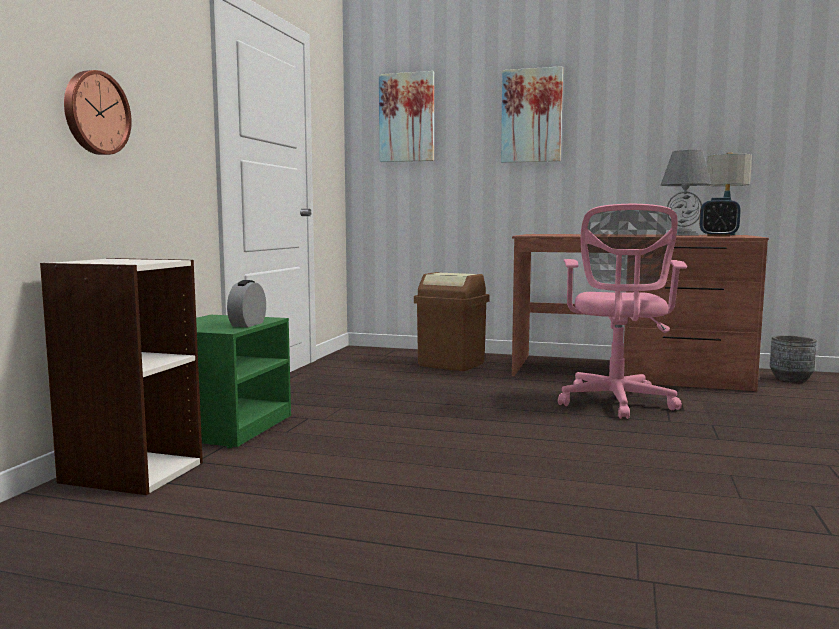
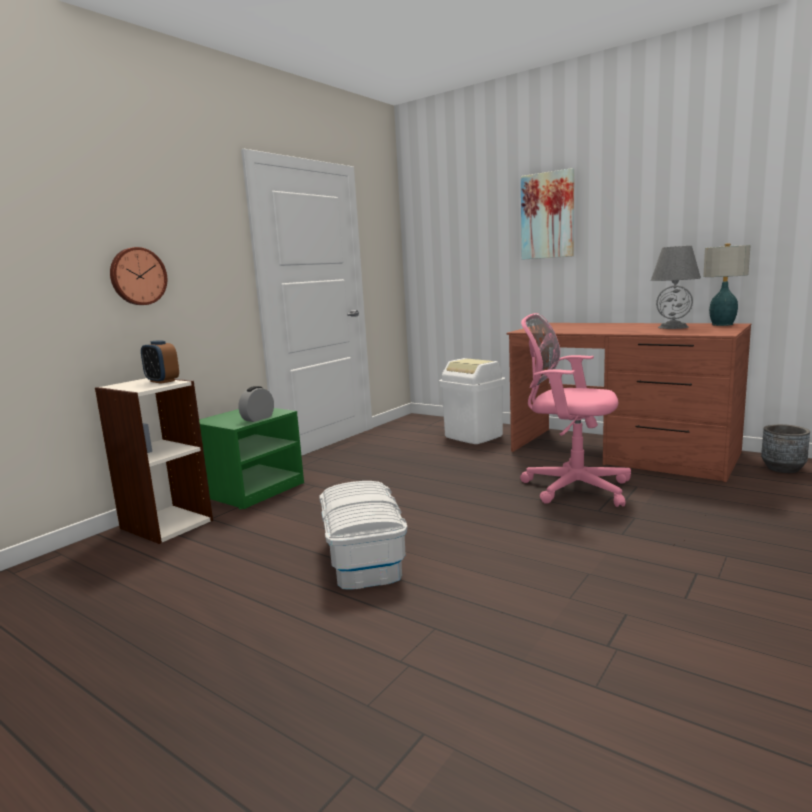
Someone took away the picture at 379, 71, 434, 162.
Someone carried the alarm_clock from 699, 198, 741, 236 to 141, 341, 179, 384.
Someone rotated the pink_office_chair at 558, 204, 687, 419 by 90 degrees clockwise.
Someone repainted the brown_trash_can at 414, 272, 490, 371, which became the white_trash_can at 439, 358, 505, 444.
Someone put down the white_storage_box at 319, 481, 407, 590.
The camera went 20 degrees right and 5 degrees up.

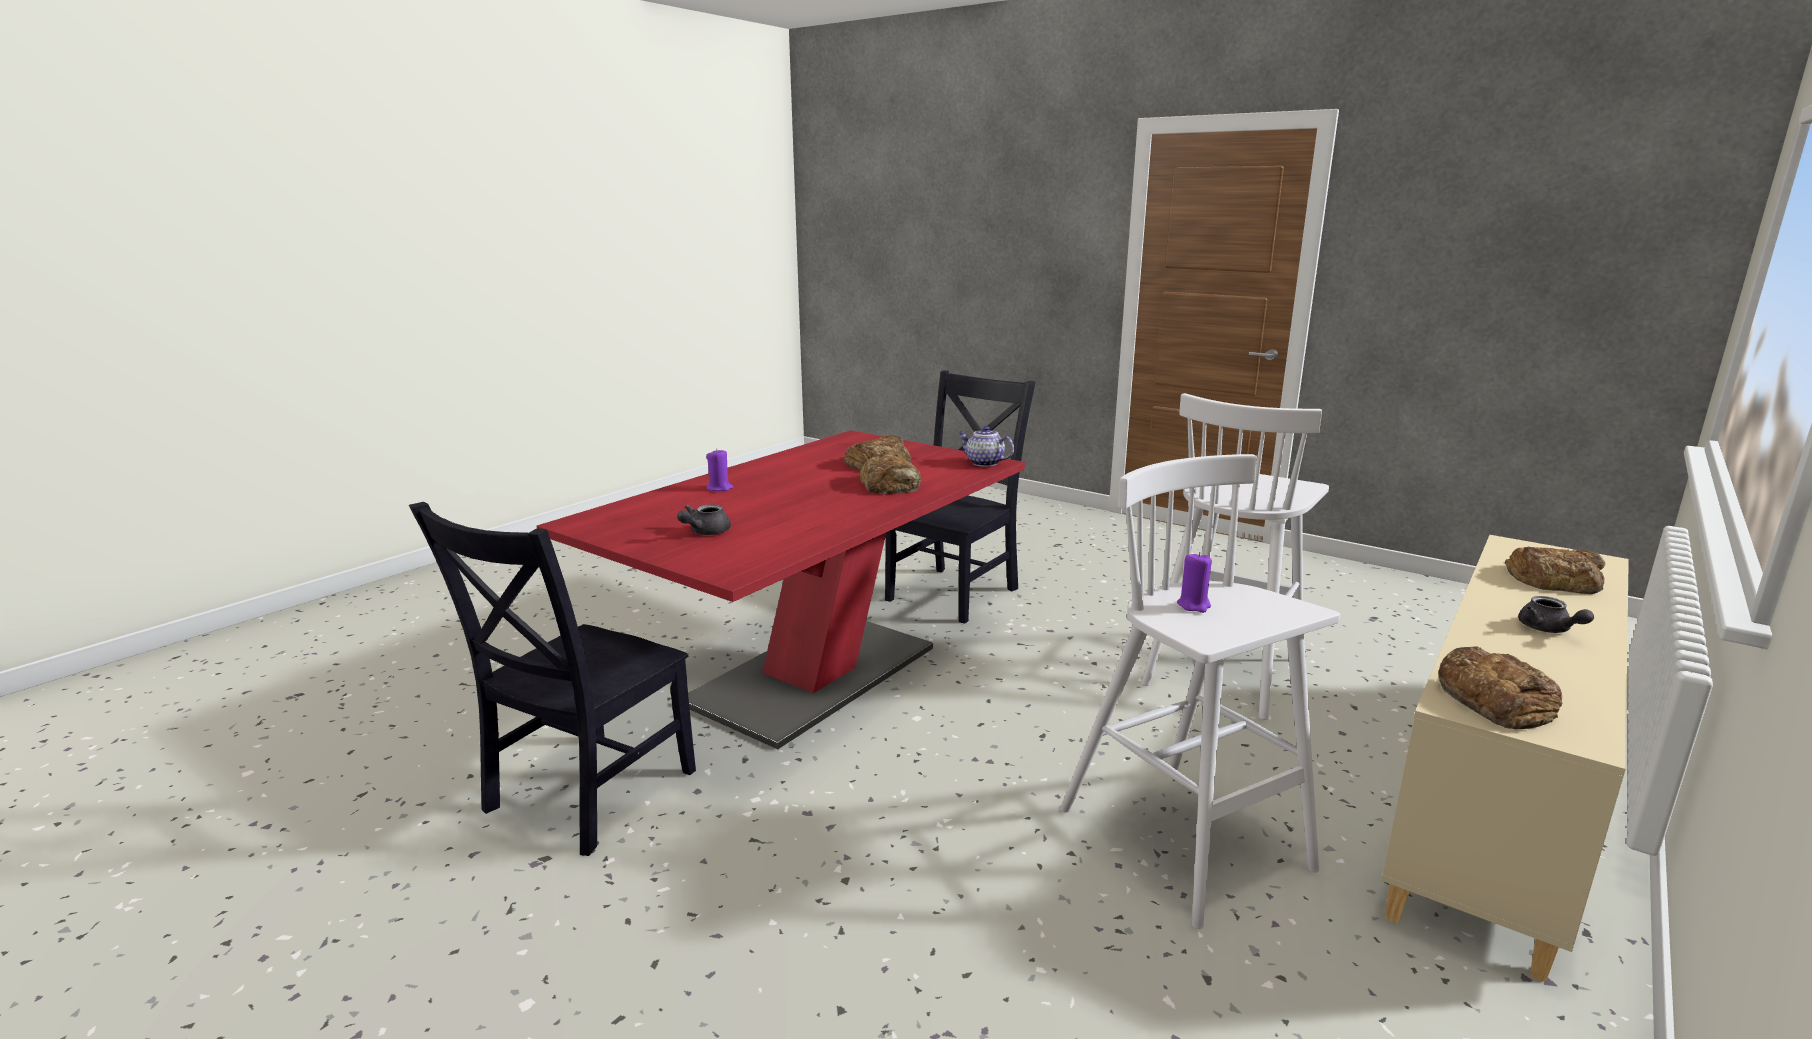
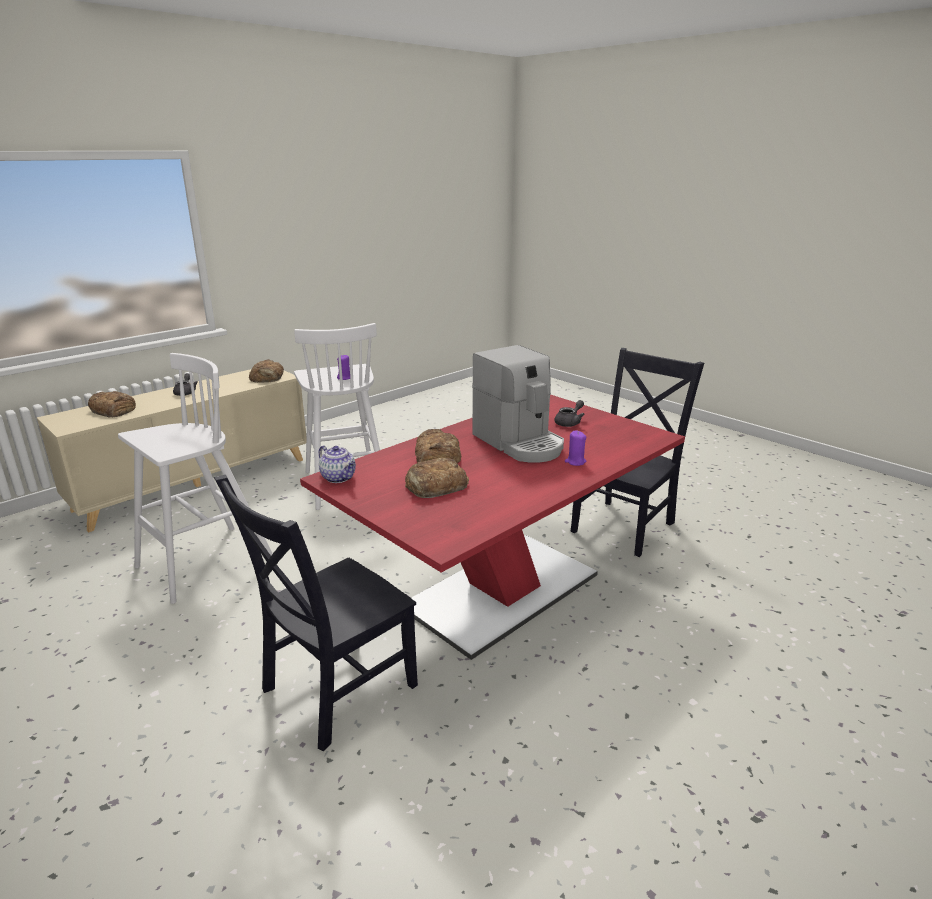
Someone put down the coffee_machine at 472, 345, 564, 463.
The camera went 170 degrees left and 5 degrees up.

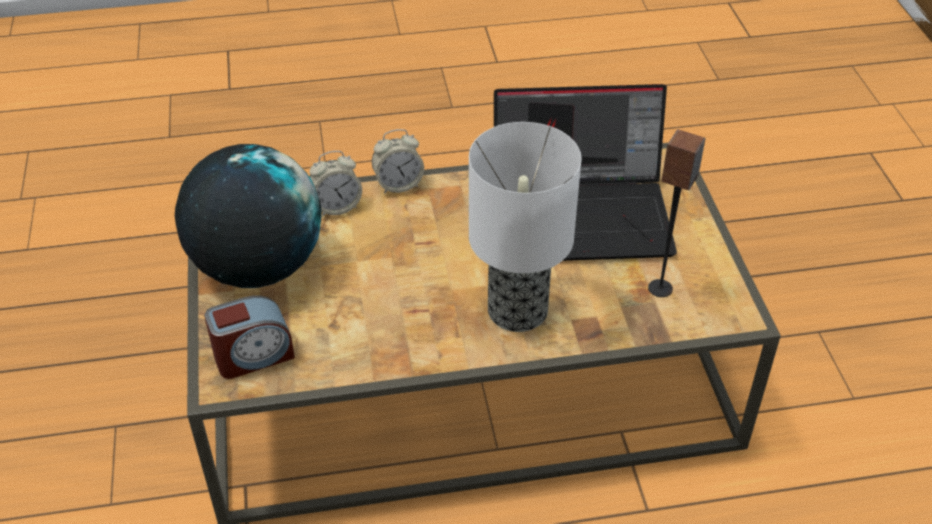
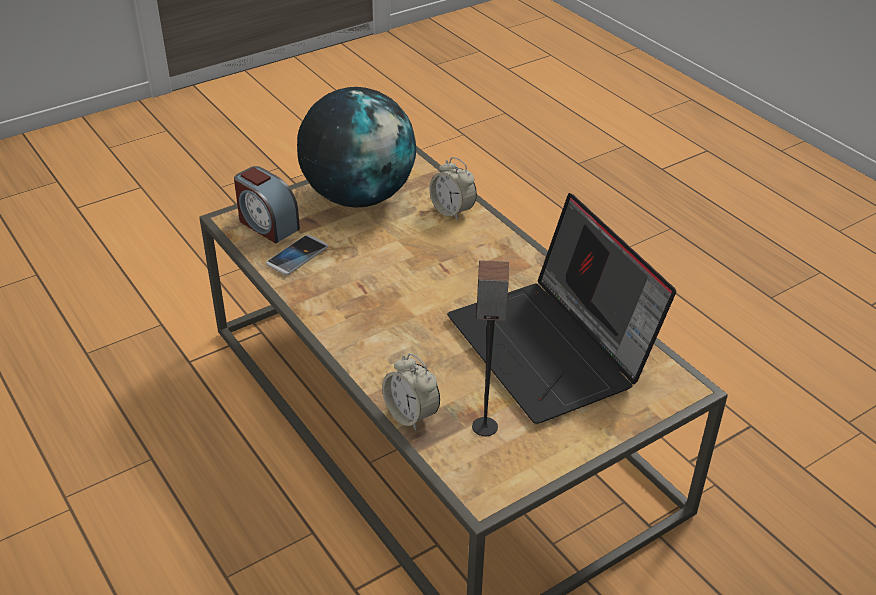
Someone took away the table_lamp at 469, 122, 581, 332.
Someone carried the alarm_clock from 372, 129, 424, 194 to 382, 353, 440, 431.
Someone put down the phone at 266, 235, 328, 275.
The camera went 65 degrees right and 5 degrees down.

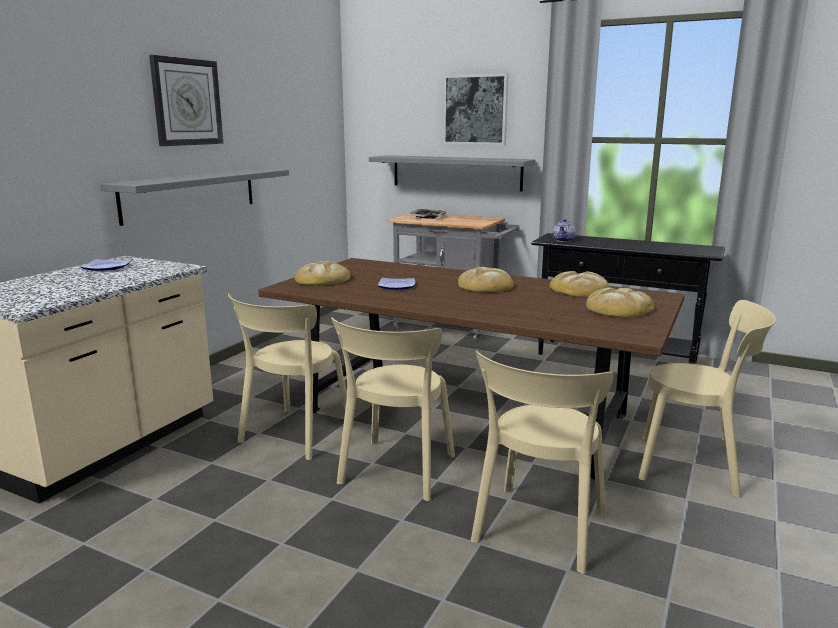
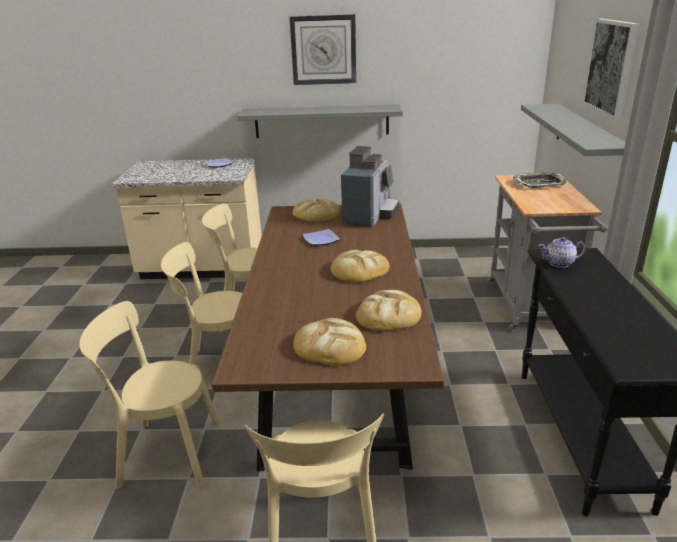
Someone put down the coffee_machine at 341, 146, 399, 227.
The camera went 65 degrees right and 10 degrees up.

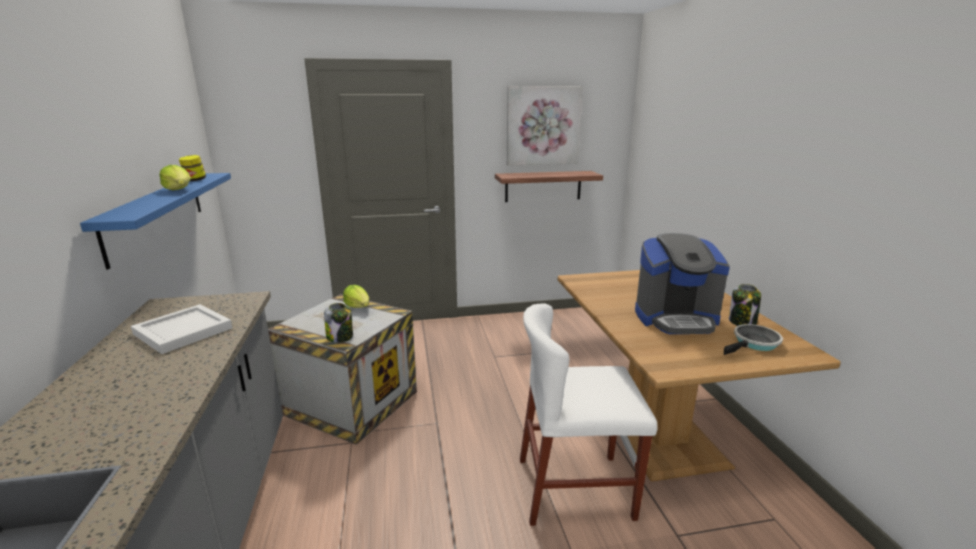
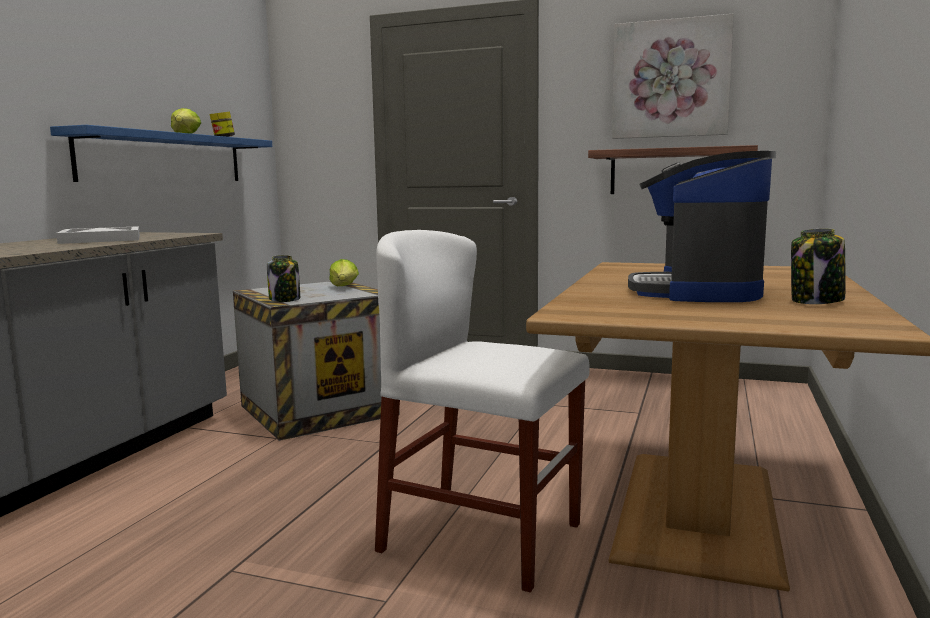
Someone rotated the coffee_machine at 635, 233, 730, 334 by 75 degrees clockwise.
Someone took away the frying_pan at 724, 324, 783, 355.
The camera went 30 degrees right and 10 degrees down.

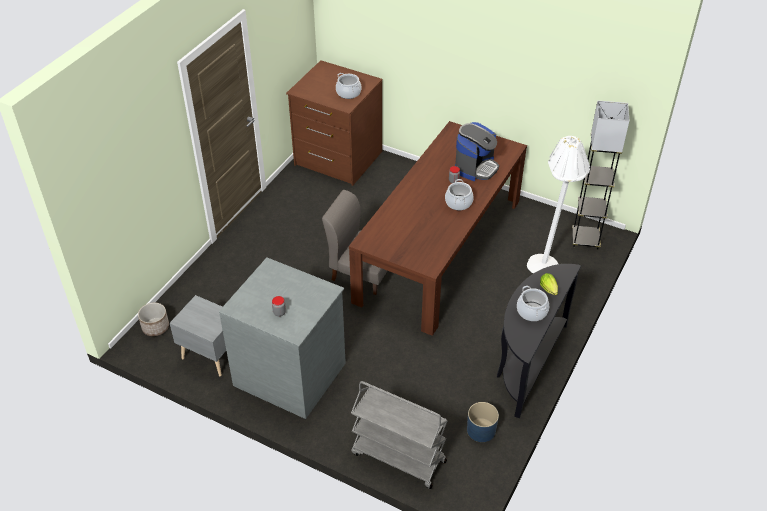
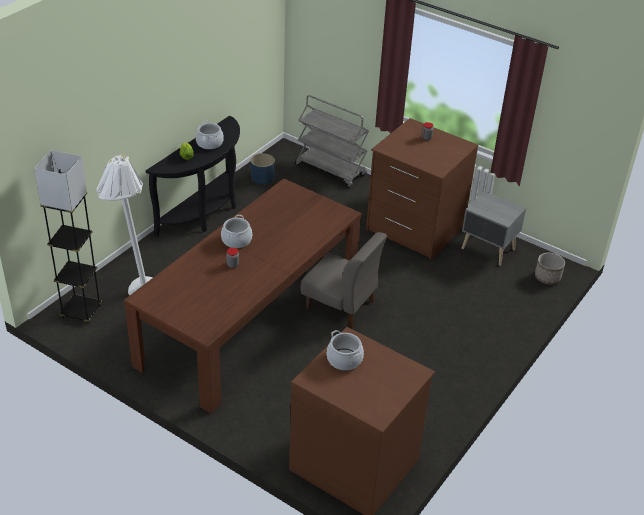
Someone took away the coffee_machine at 455, 122, 499, 181.
Someone repainted the grey_dresser at 219, 257, 346, 419, which became the brown_dresser at 366, 118, 478, 260.
The camera went 175 degrees left and 5 degrees down.

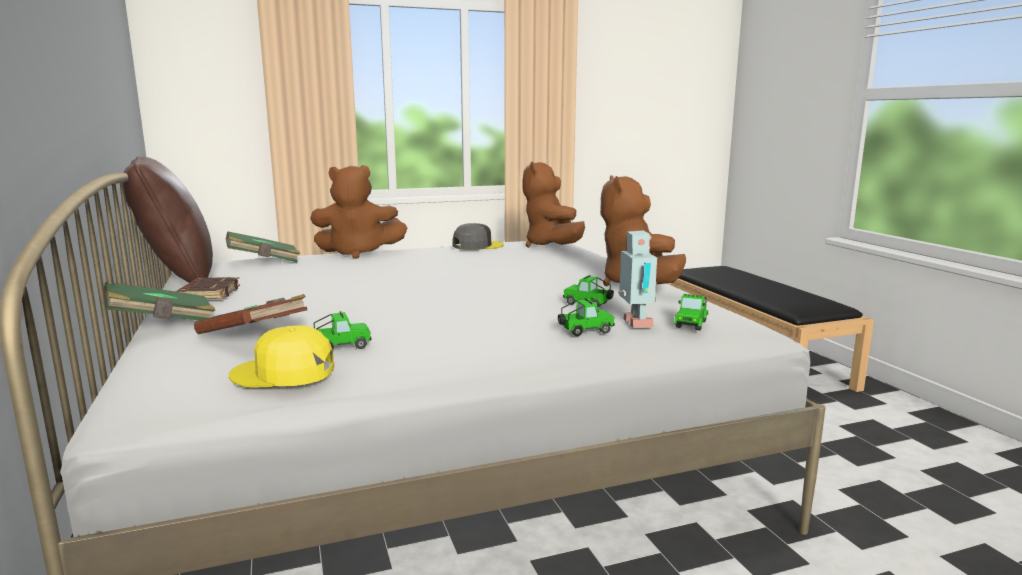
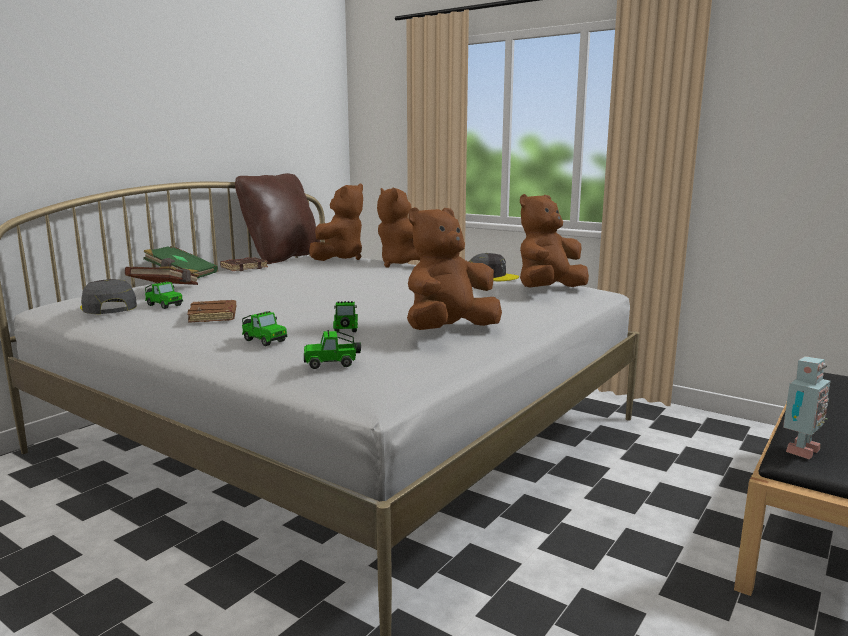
Someone carried the toy_robot from 618, 230, 657, 328 to 783, 356, 831, 459.
Someone swapped the green_book at 226, 231, 300, 262 for the brown_plush_toy at 309, 183, 363, 261.
Someone repainted the yellow_cap at 229, 325, 334, 387, which became the grey_cap at 80, 279, 137, 314.
Someone put down the brown_book at 187, 300, 236, 323.
The camera went 55 degrees right and 0 degrees up.

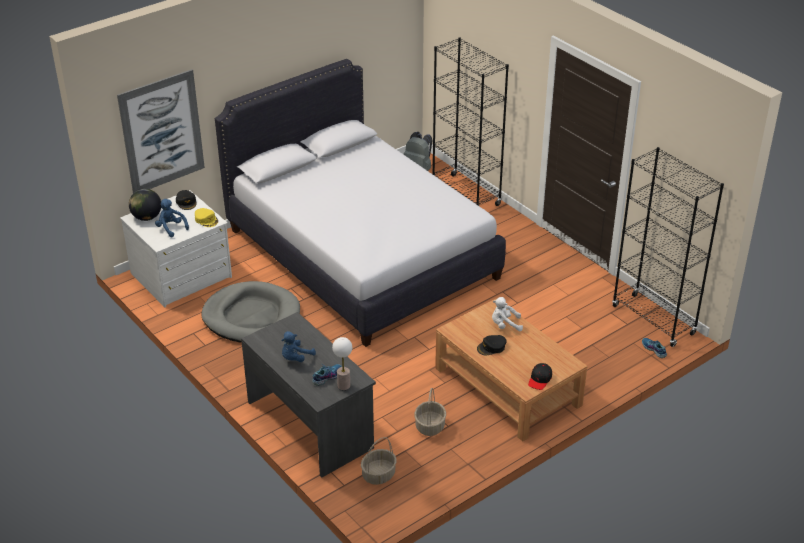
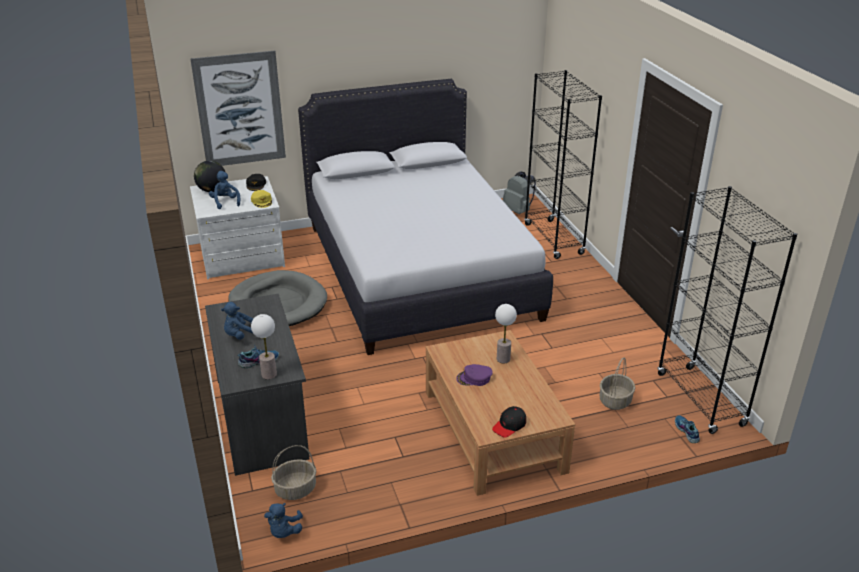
Someone swapped the white_plush_toy at 492, 297, 523, 331 for the table_lamp at 495, 304, 517, 363.
Someone repainted the black_cap at 477, 335, 507, 355, which became the purple_cap at 456, 364, 493, 386.
Someone carried the basket from 414, 388, 446, 436 to 600, 358, 635, 410.
Someone put down the blue_plush_toy at 264, 503, 303, 538.
The camera went 20 degrees right and 5 degrees down.

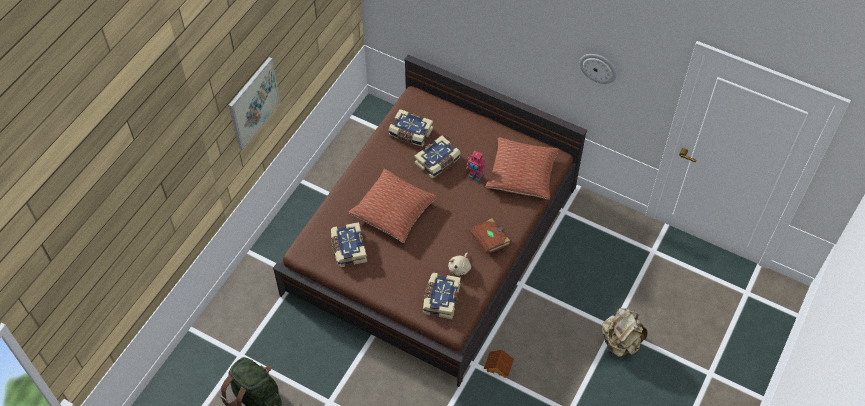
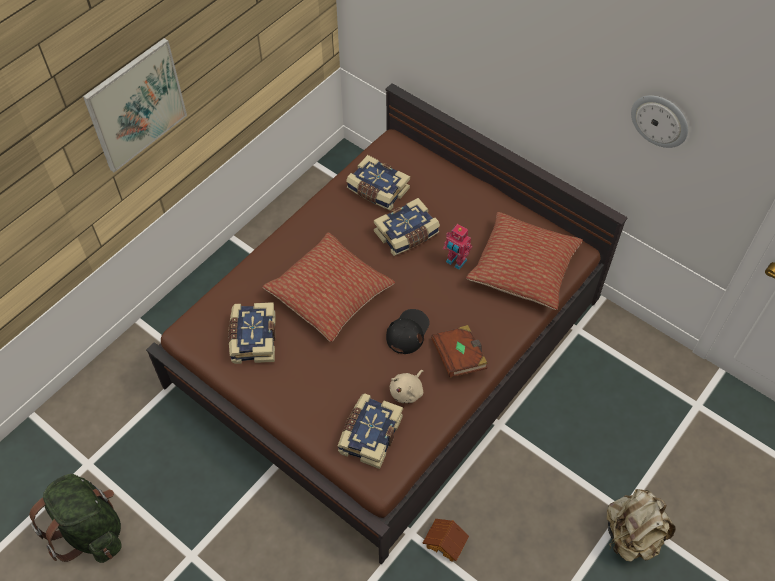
Someone put down the black_cap at 386, 309, 430, 354.
The camera went 10 degrees right and 0 degrees up.

